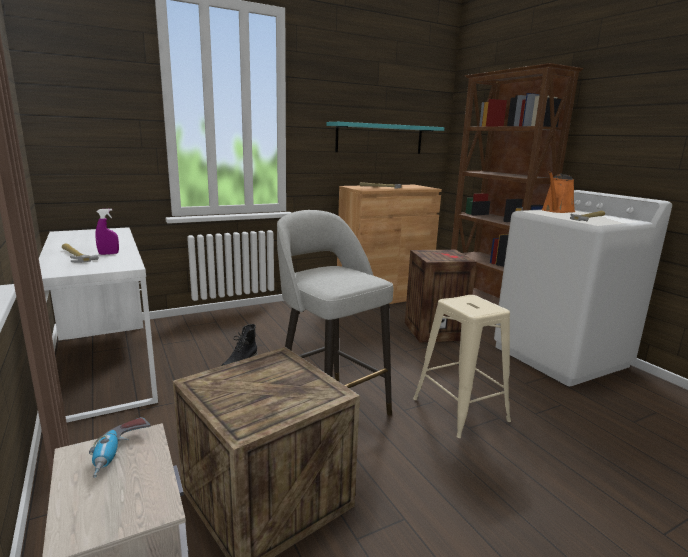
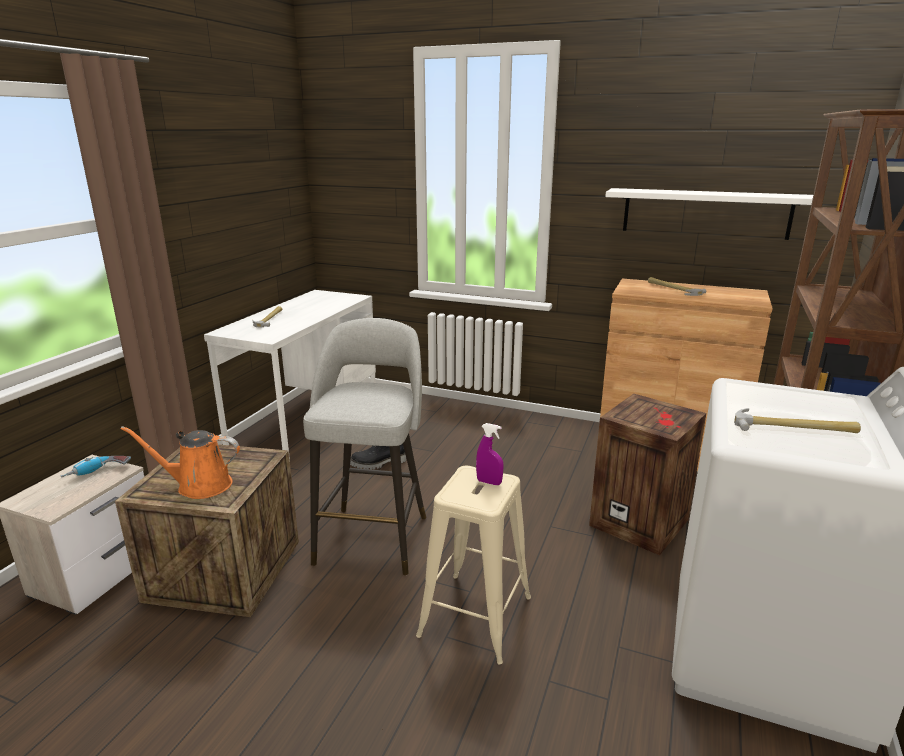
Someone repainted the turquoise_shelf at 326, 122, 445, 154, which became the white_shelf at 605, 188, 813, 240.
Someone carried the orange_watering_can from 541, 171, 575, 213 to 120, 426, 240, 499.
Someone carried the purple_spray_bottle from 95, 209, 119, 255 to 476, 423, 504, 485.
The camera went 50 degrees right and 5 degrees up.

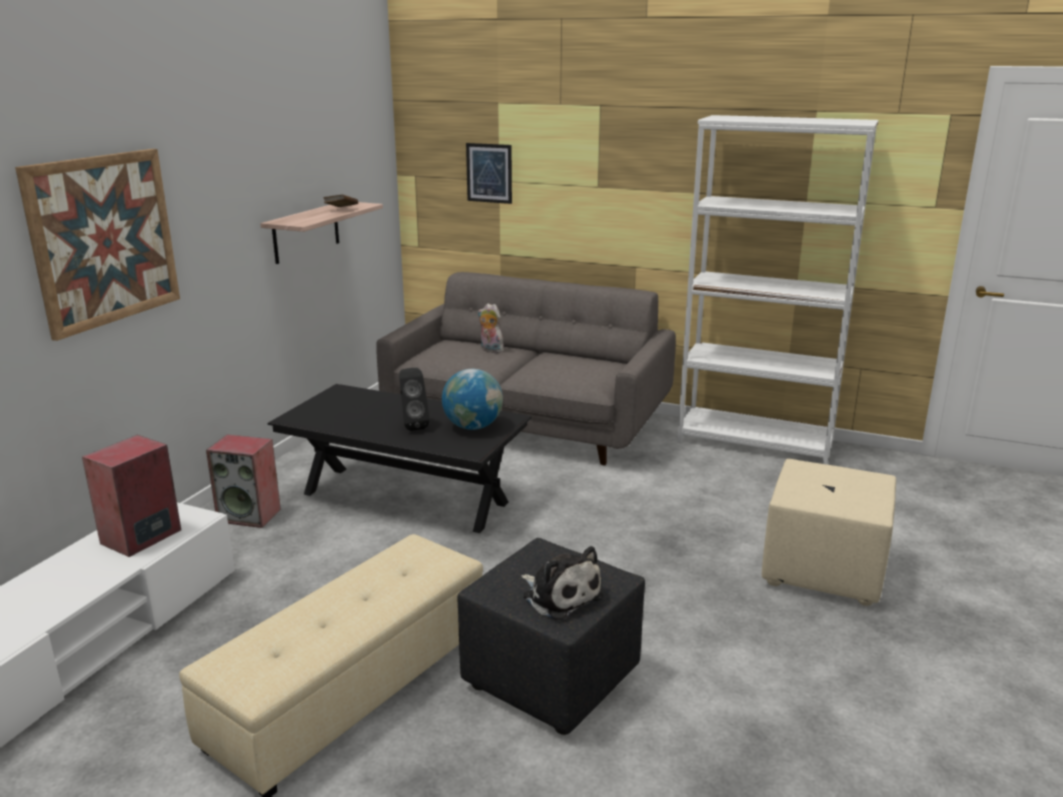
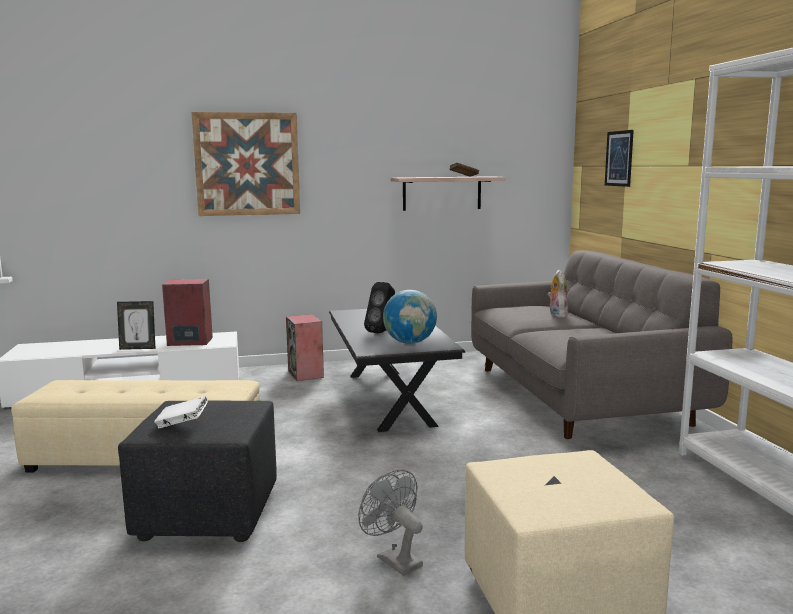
Someone swapped the plush_toy at 521, 546, 603, 620 for the white_book at 154, 396, 208, 429.
Someone put down the picture_frame at 117, 301, 156, 350.
Someone put down the grey_fan at 358, 470, 423, 576.
The camera went 55 degrees right and 10 degrees down.

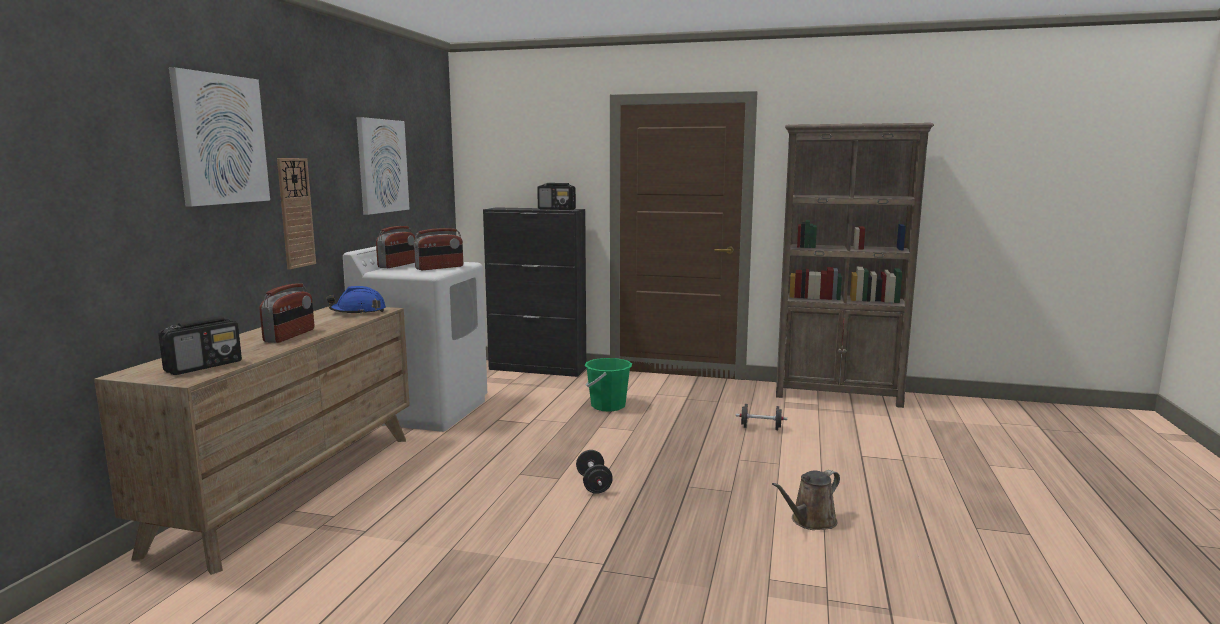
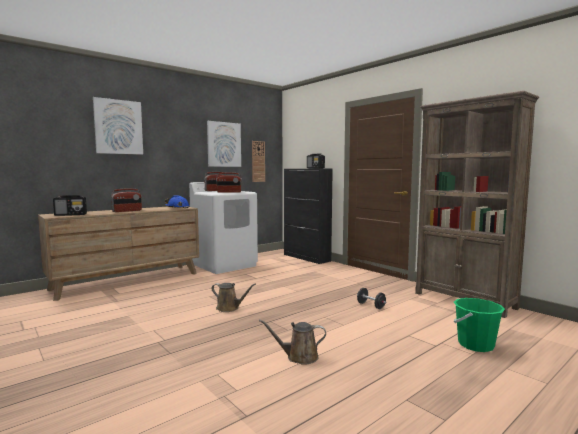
Someone carried the wall_clock from 277, 158, 316, 269 to 252, 141, 265, 182.
Someone carried the green_bucket from 584, 358, 632, 412 to 454, 298, 505, 352.
Someone swapped the black_dumbbell at 576, 450, 613, 494 for the brown_watering_can at 211, 283, 256, 312.
The camera went 35 degrees right and 5 degrees down.

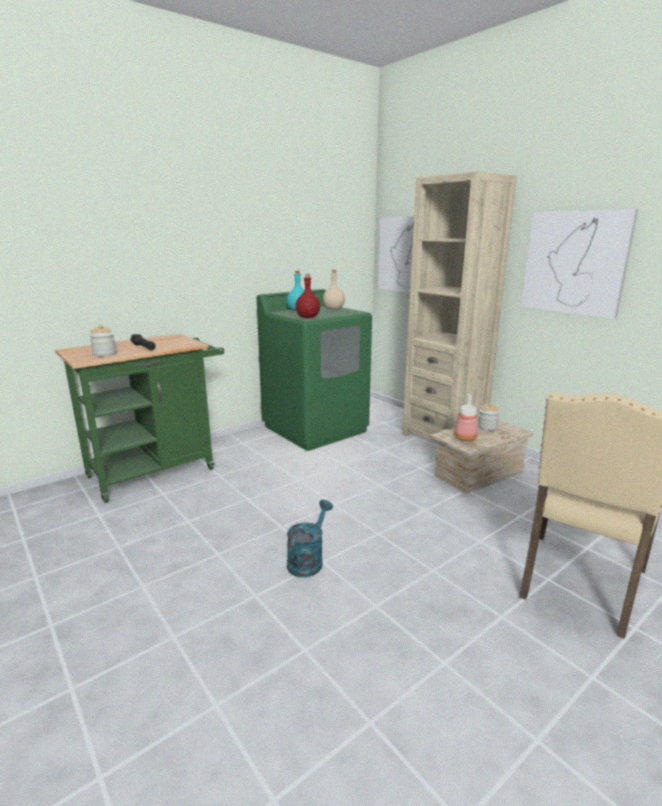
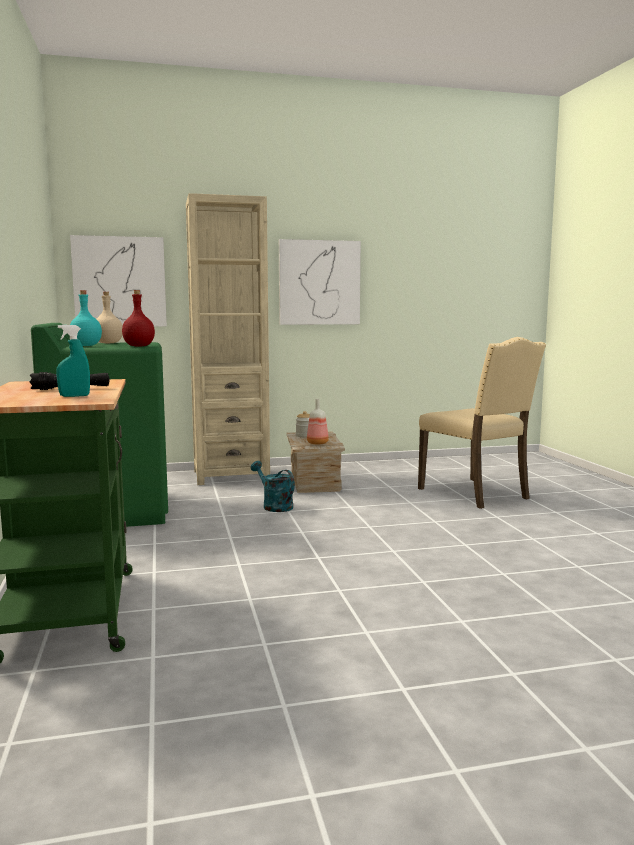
Someone swapped the jar at 89, 324, 117, 357 for the turquoise_spray_bottle at 56, 325, 90, 397.
Someone carried the turquoise_watering_can from 287, 500, 333, 577 to 251, 461, 295, 512.
The camera went 65 degrees left and 10 degrees down.

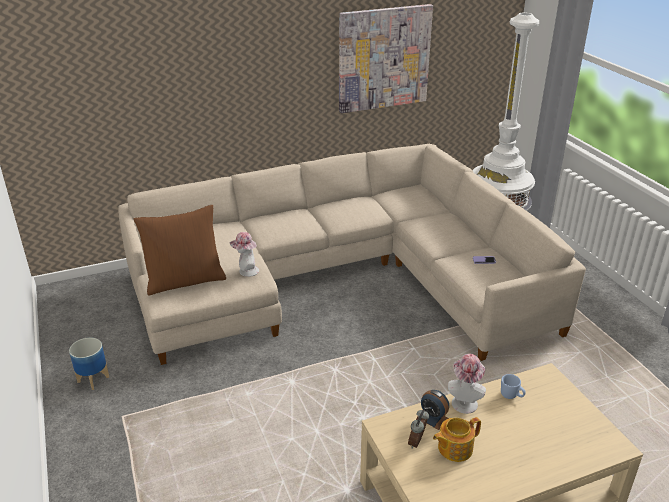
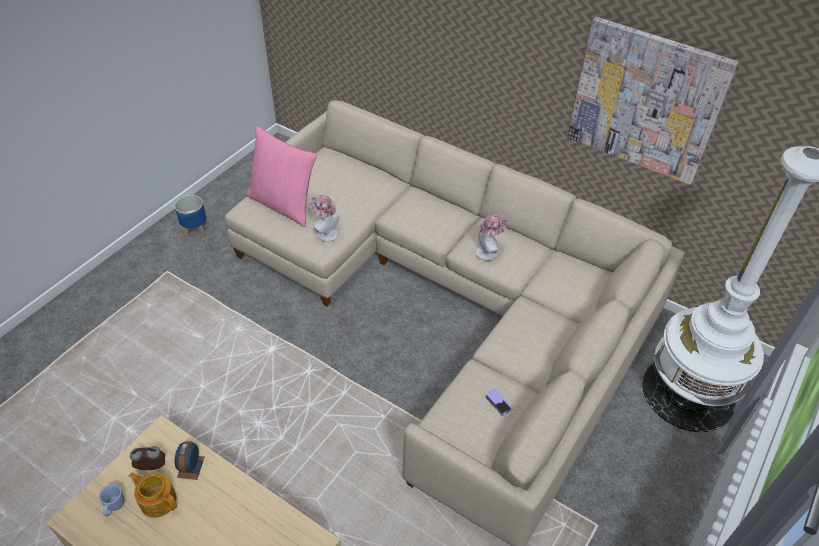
Someone repainted the brown_pillow at 133, 205, 226, 296, which became the pink_pillow at 247, 126, 317, 227.
Someone carried the hat from 448, 354, 486, 414 to 476, 214, 508, 261.
Someone carried the blue_mug from 501, 374, 526, 399 to 99, 484, 124, 517.
The camera went 55 degrees right and 15 degrees up.

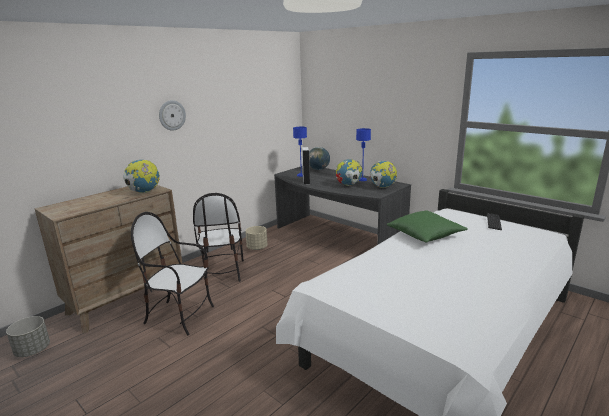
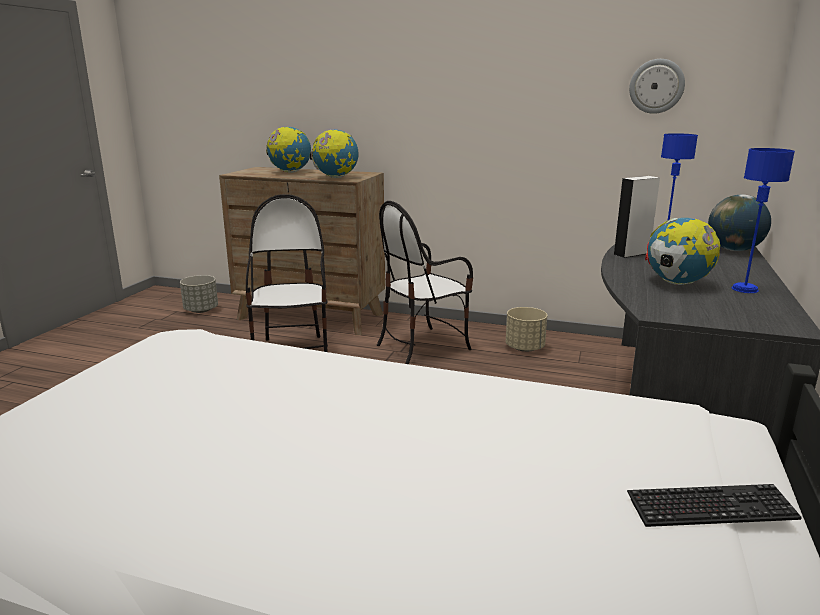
Someone carried the wall_clock from 159, 100, 186, 131 to 629, 59, 685, 114.
Someone carried the globe from 370, 161, 397, 188 to 266, 127, 311, 173.
Someone took away the green_pillow at 386, 211, 468, 242.
The camera went 65 degrees right and 0 degrees up.

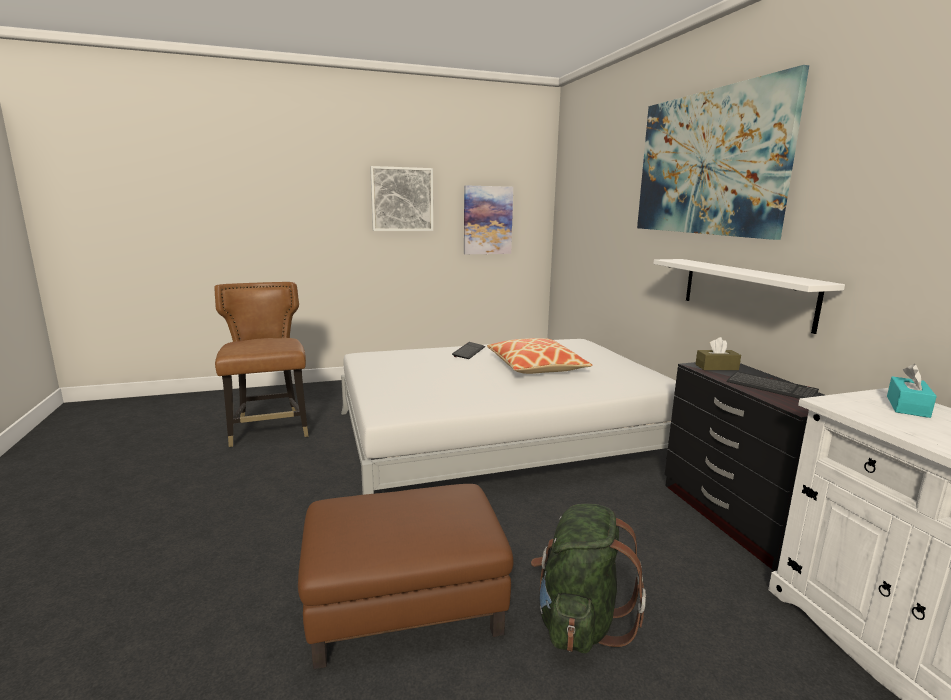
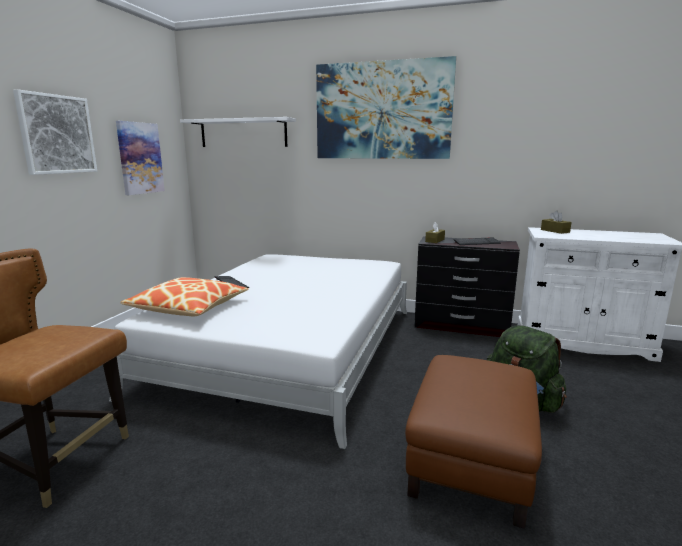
Someone carried the white_shelf from 653, 259, 845, 334 to 180, 117, 296, 147.
Someone carried the pillow from 487, 338, 592, 374 to 120, 277, 248, 317.
Someone repainted the turquoise_tissue_box at 887, 364, 937, 418, which became the brown_tissue_box at 541, 211, 572, 234.
The camera went 55 degrees left and 0 degrees up.

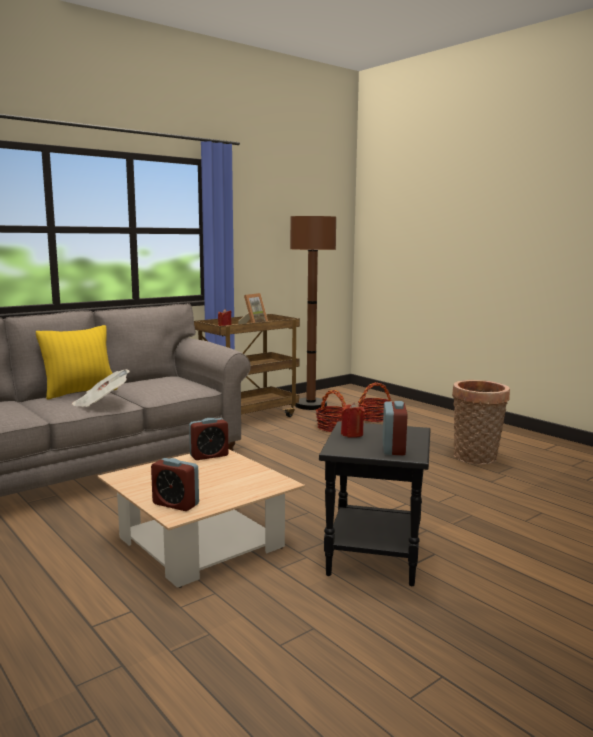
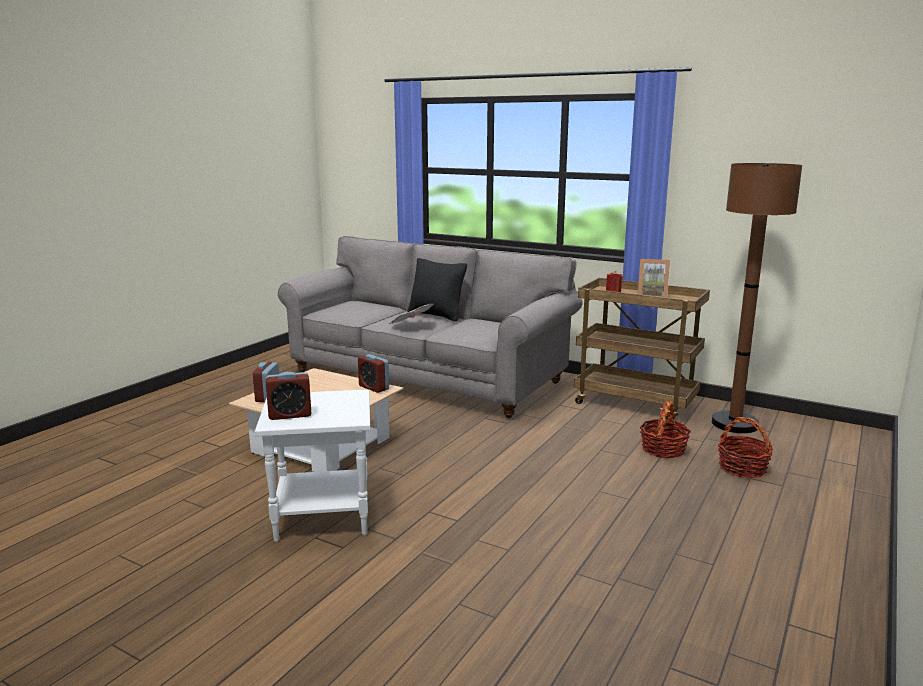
Someone repainted the yellow_pillow at 36, 325, 118, 400, which became the black_pillow at 407, 258, 467, 322.
Someone took away the basket at 452, 380, 510, 464.
Someone took away the red_candle at 341, 402, 365, 438.
Someone repainted the black_side_table at 319, 421, 431, 586, which became the white_side_table at 255, 389, 370, 542.
The camera went 70 degrees right and 5 degrees up.

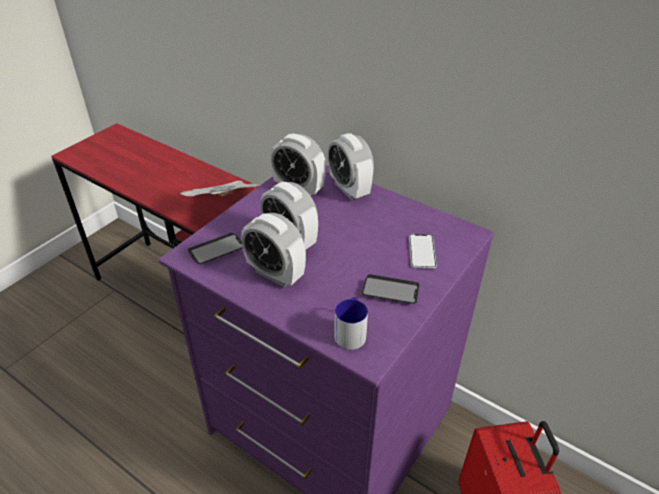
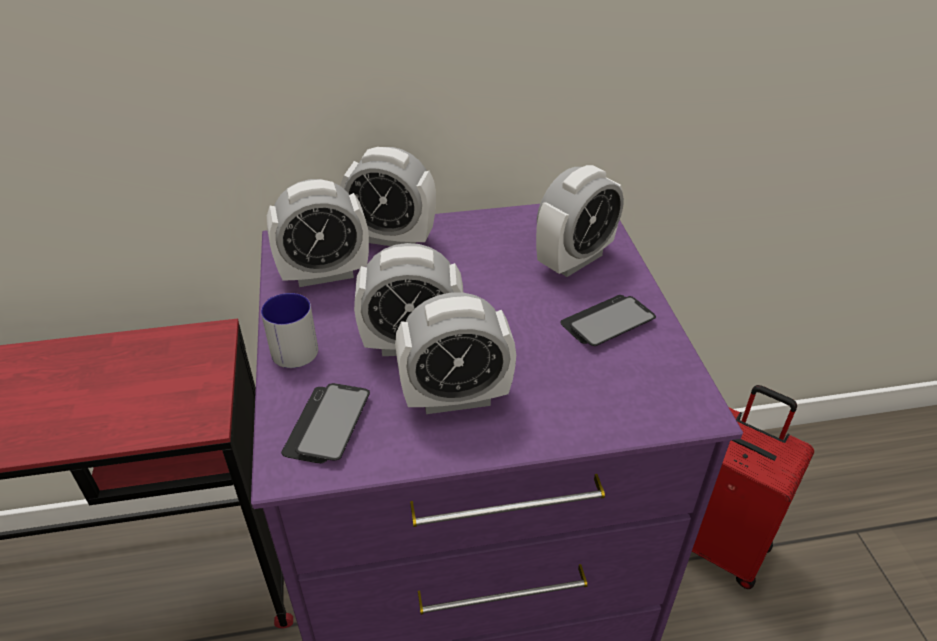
Someone took away the newspaper at 180, 181, 260, 196.
Someone swapped the phone at 409, 234, 437, 269 for the alarm_clock at 536, 165, 624, 277.
Someone carried the mug from 334, 297, 368, 350 to 261, 293, 318, 368.
The camera went 45 degrees left and 0 degrees up.

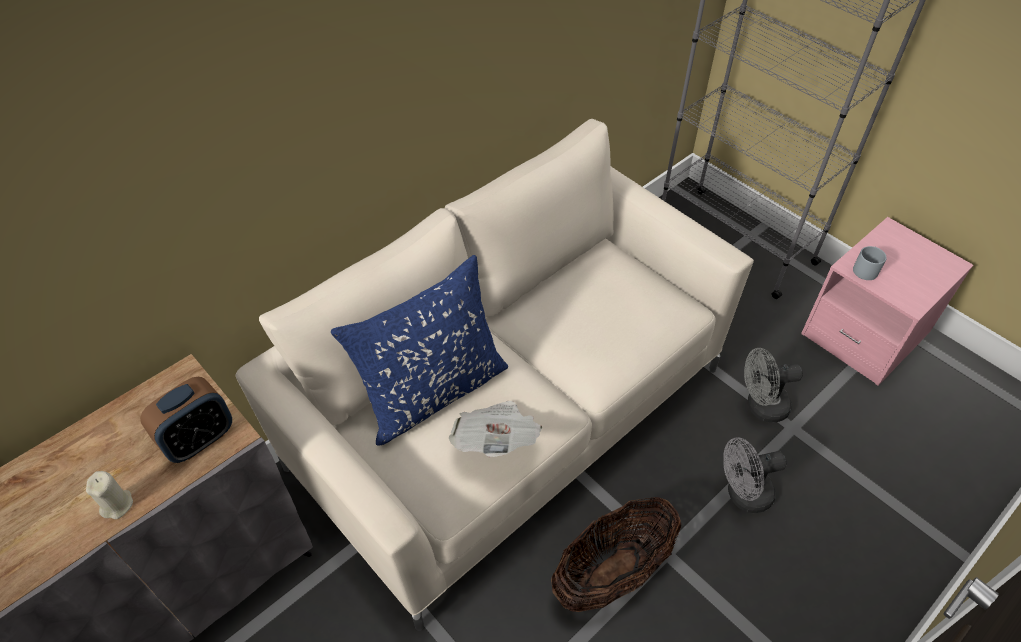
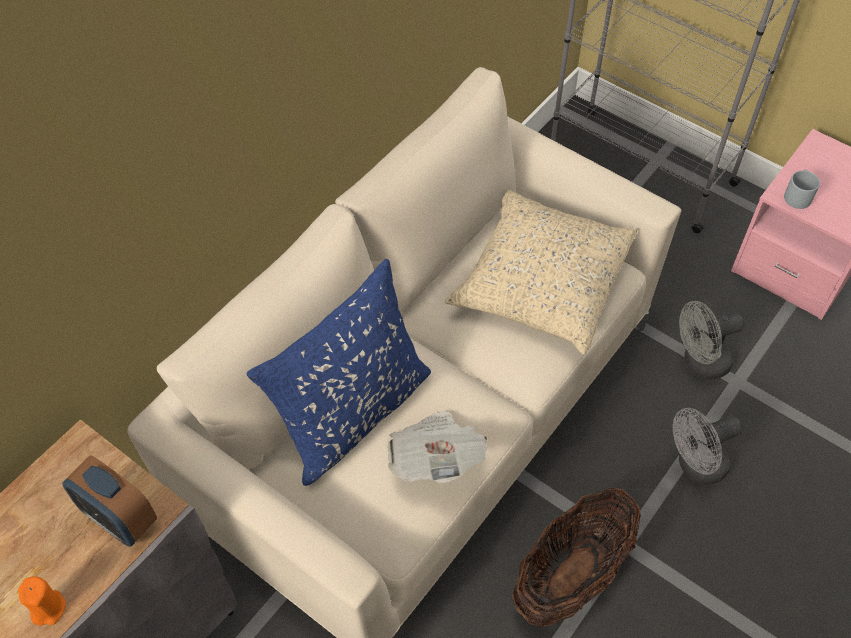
Someone rotated the alarm_clock at 140, 377, 232, 463 by 90 degrees clockwise.
Someone repainted the beige_candle at 86, 471, 133, 519, which became the orange_candle at 18, 576, 66, 626.
Someone put down the beige_pillow at 445, 190, 637, 354.
The camera went 10 degrees left and 5 degrees up.

